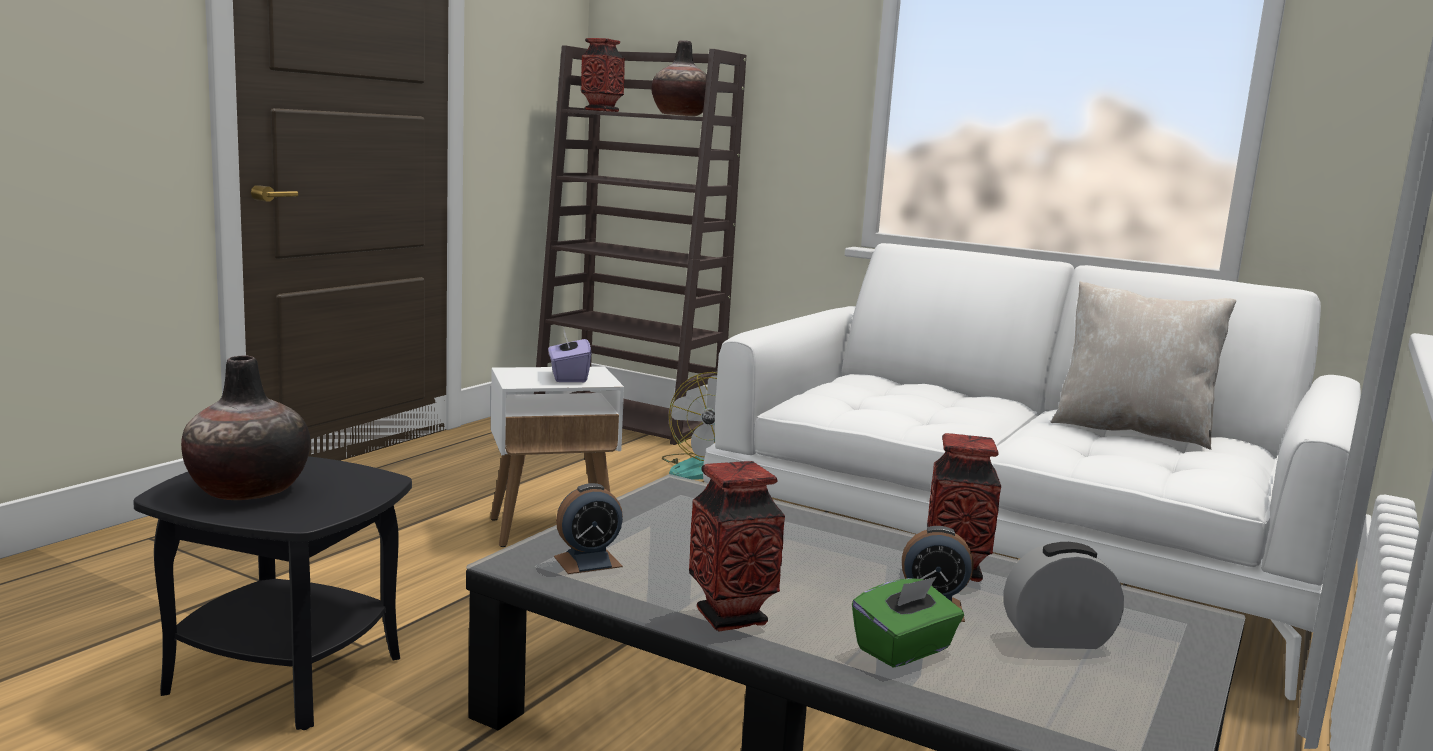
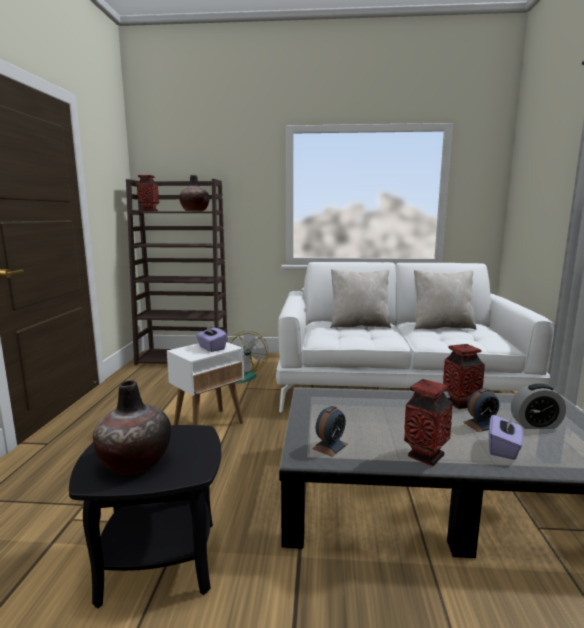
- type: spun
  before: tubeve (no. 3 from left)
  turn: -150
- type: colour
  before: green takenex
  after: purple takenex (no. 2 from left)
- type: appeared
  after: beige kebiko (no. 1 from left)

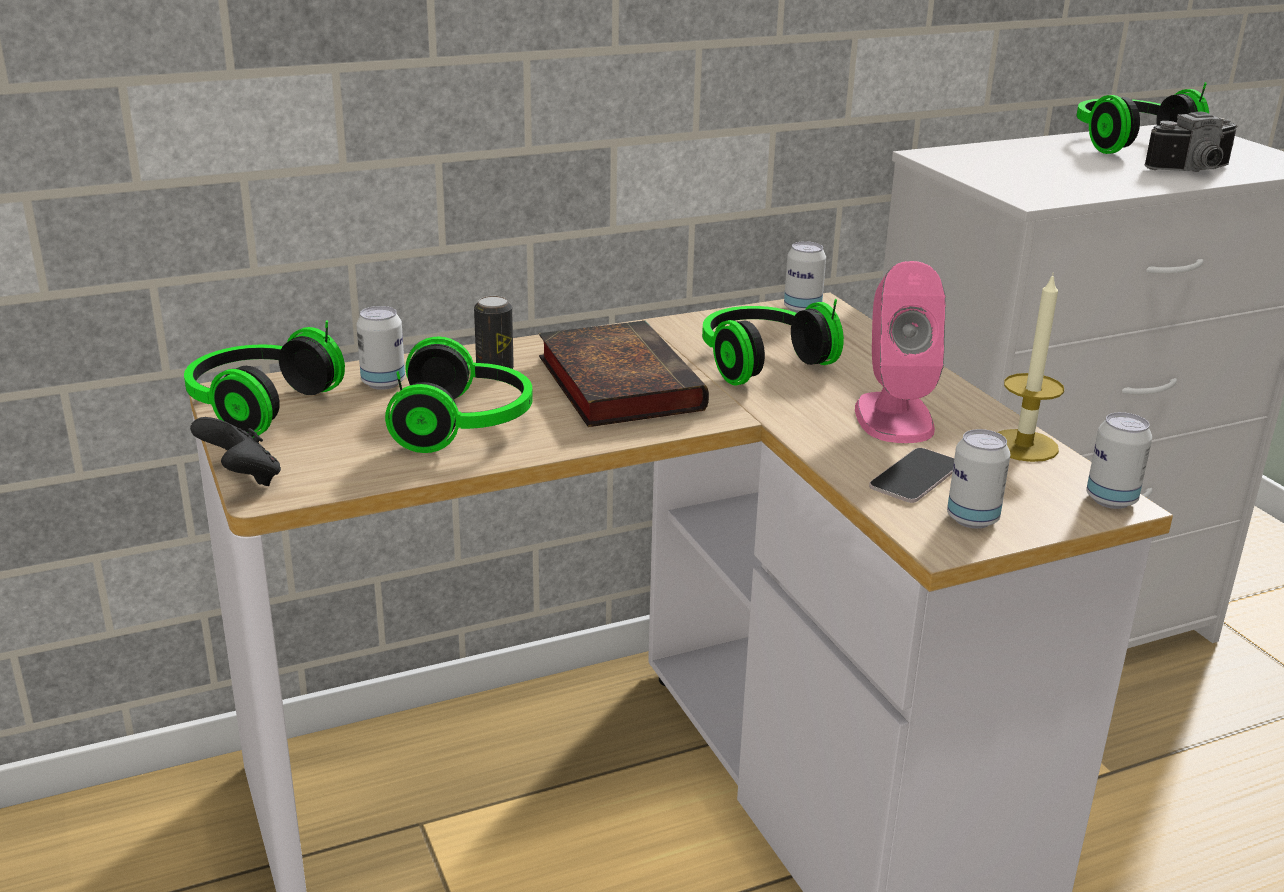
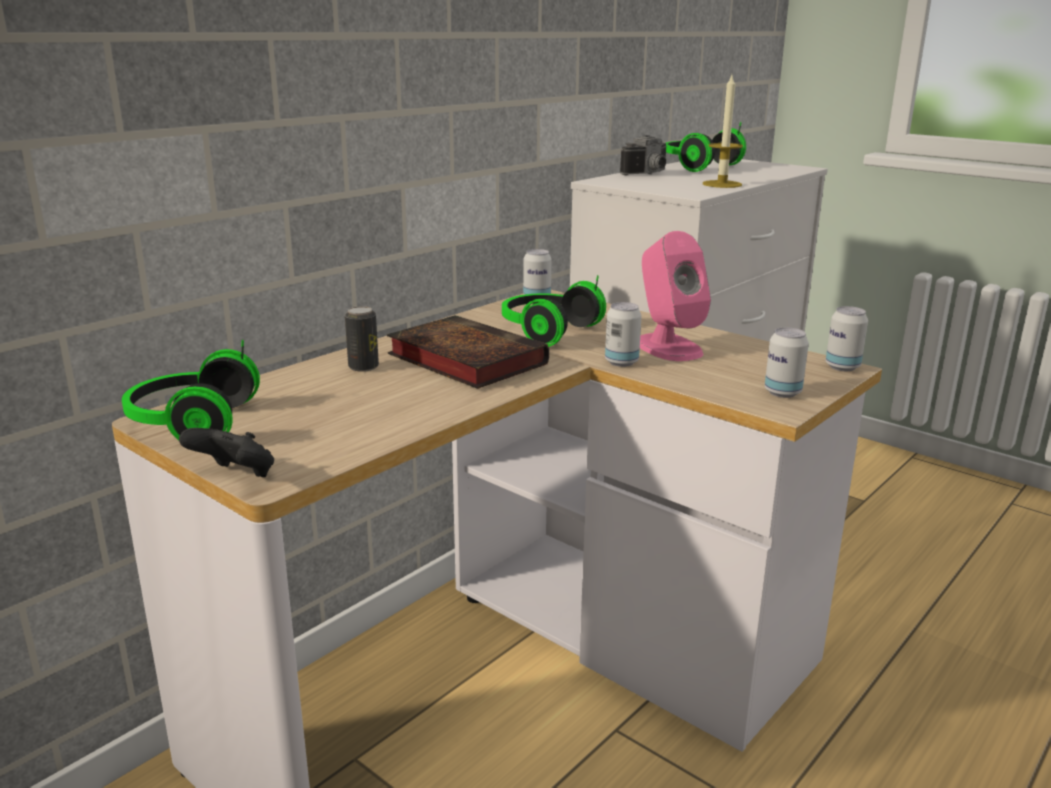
- type: relocated
  before: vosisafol
- type: relocated
  before: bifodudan
- type: relocated
  before: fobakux (no. 1 from left in the first image)
  after: fobakux (no. 3 from left)
- type: missing
  before: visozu (no. 2 from left)
- type: missing
  before: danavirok

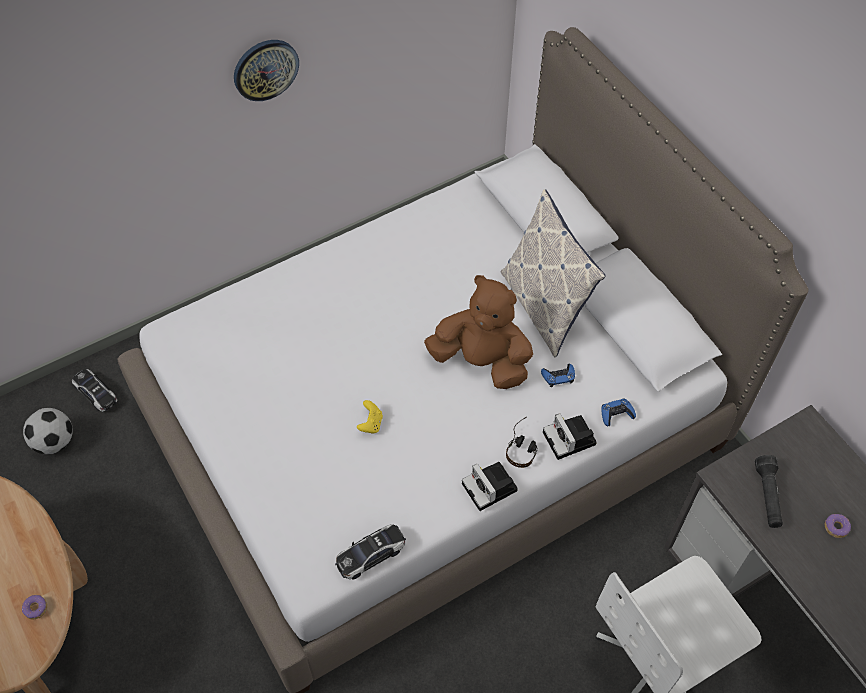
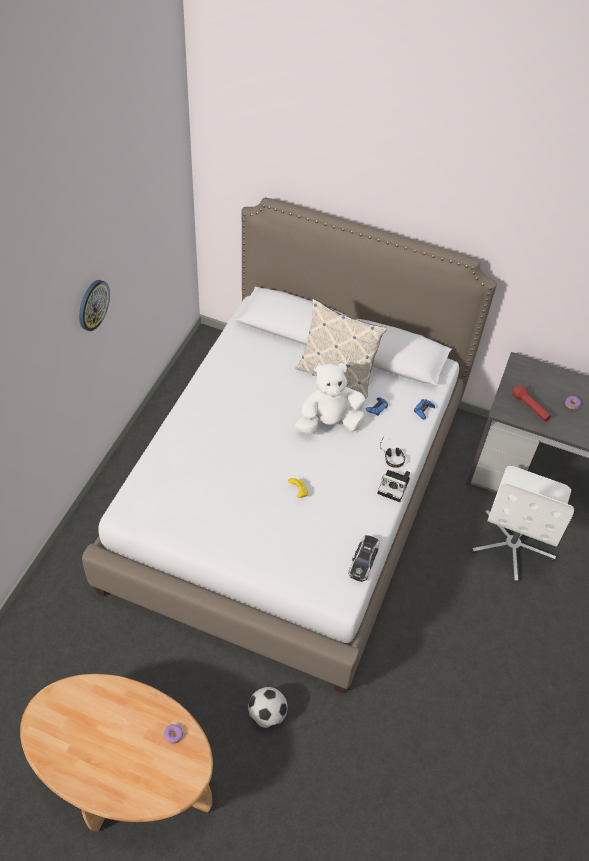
- type: colour
  before: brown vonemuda
  after: white vonemuda
- type: missing
  before: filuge (no. 1 from left)
- type: relocated
  before: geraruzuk
- type: missing
  before: vosisafol (no. 2 from left)
- type: colour
  before: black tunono
  after: red tunono

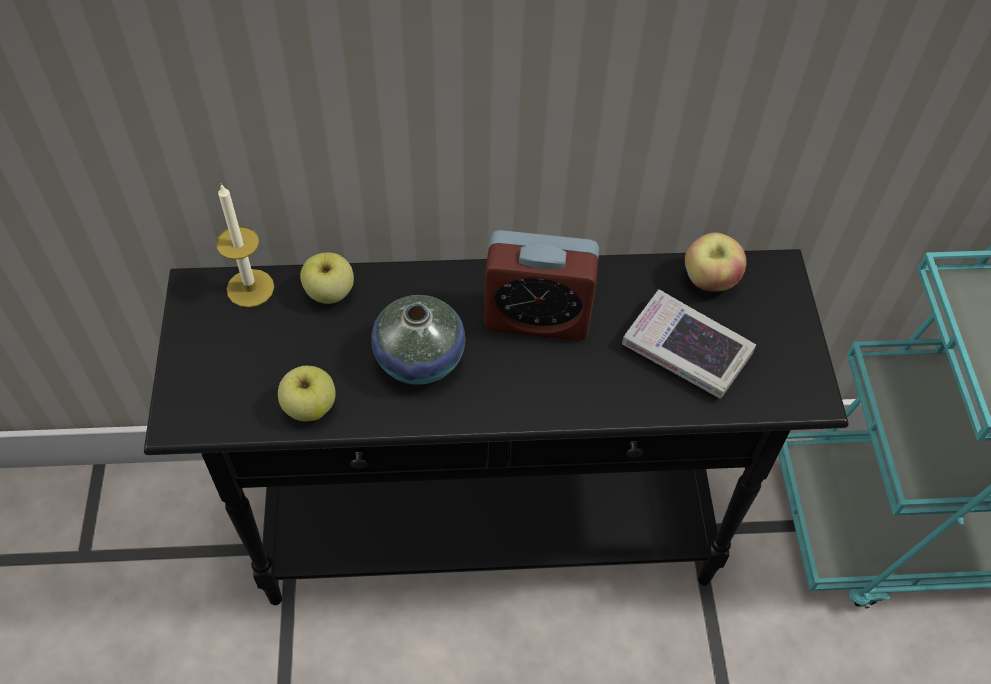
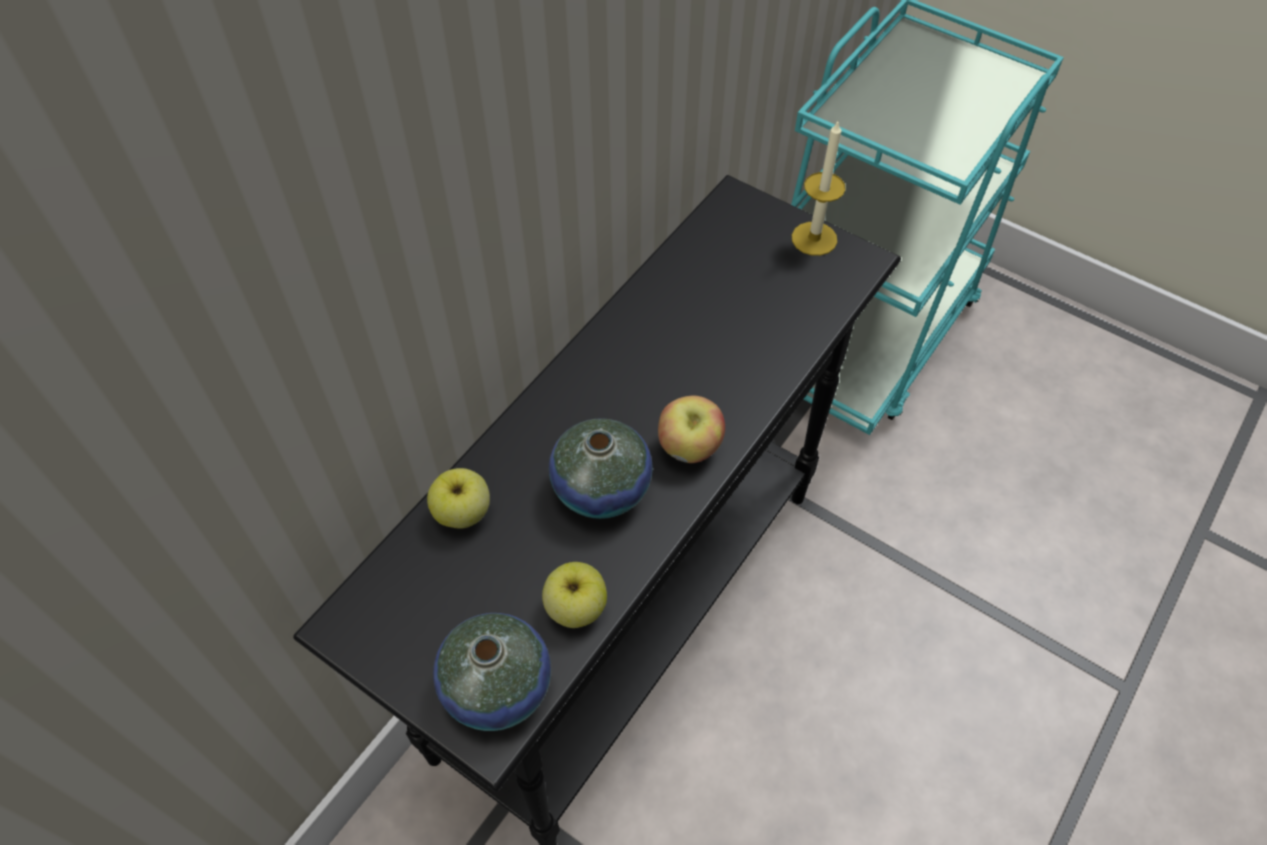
- type: relocated
  before: bifodudan
- type: missing
  before: tubeve
- type: relocated
  before: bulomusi (no. 3 from left)
- type: missing
  before: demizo
- type: appeared
  after: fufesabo (no. 1 from left)

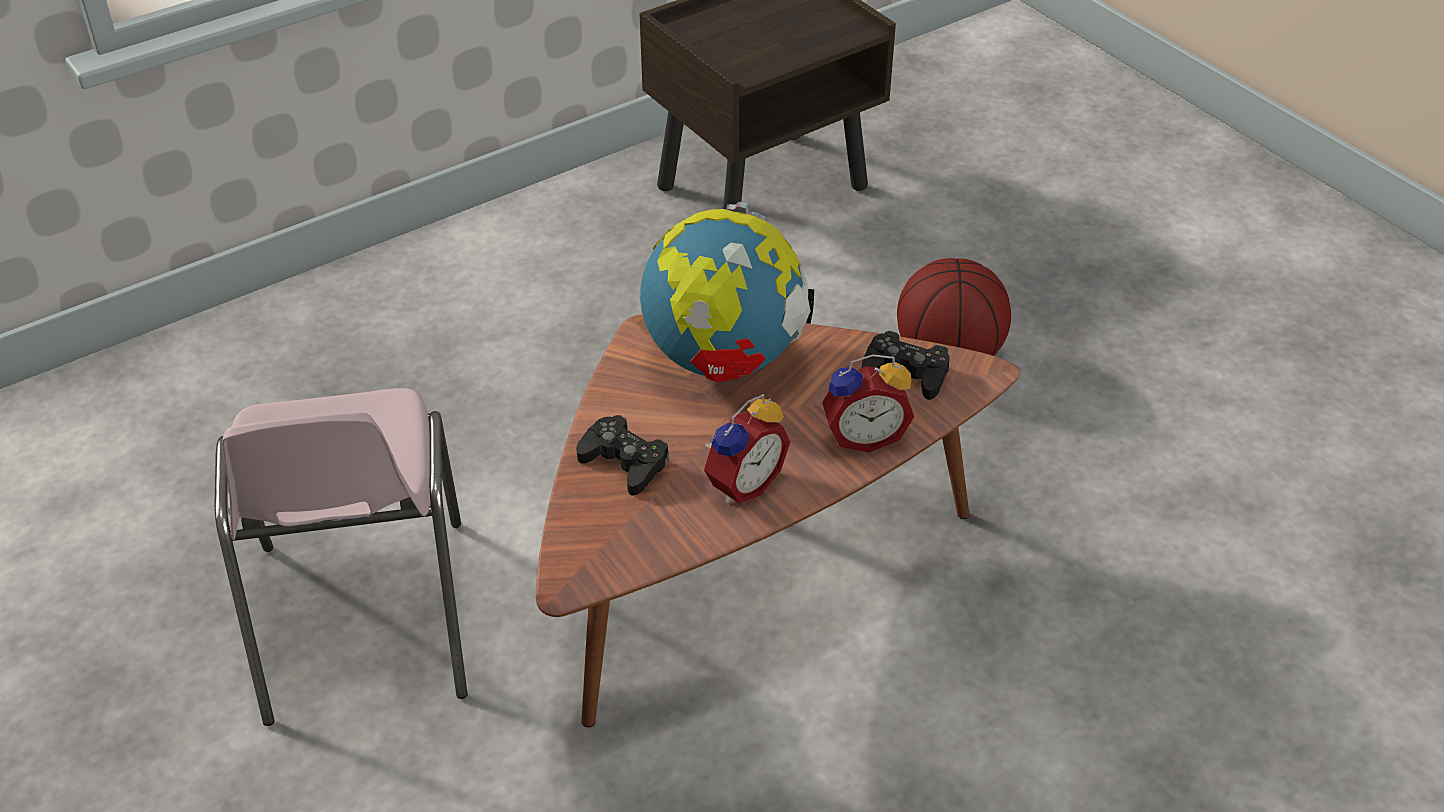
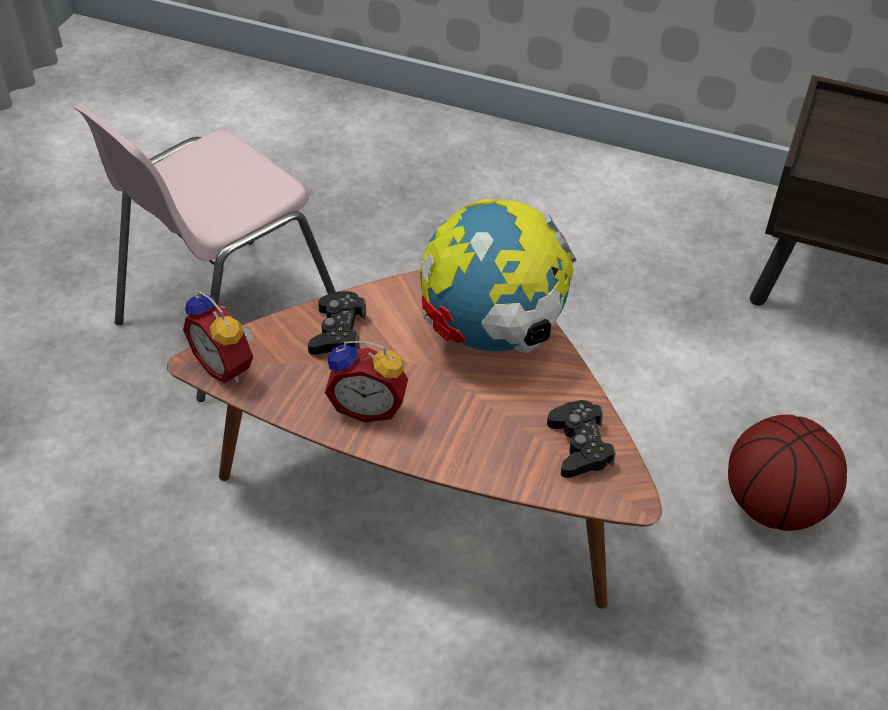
- type: relocated
  before: tubeve (no. 2 from left in the first image)
  after: tubeve (no. 1 from left)

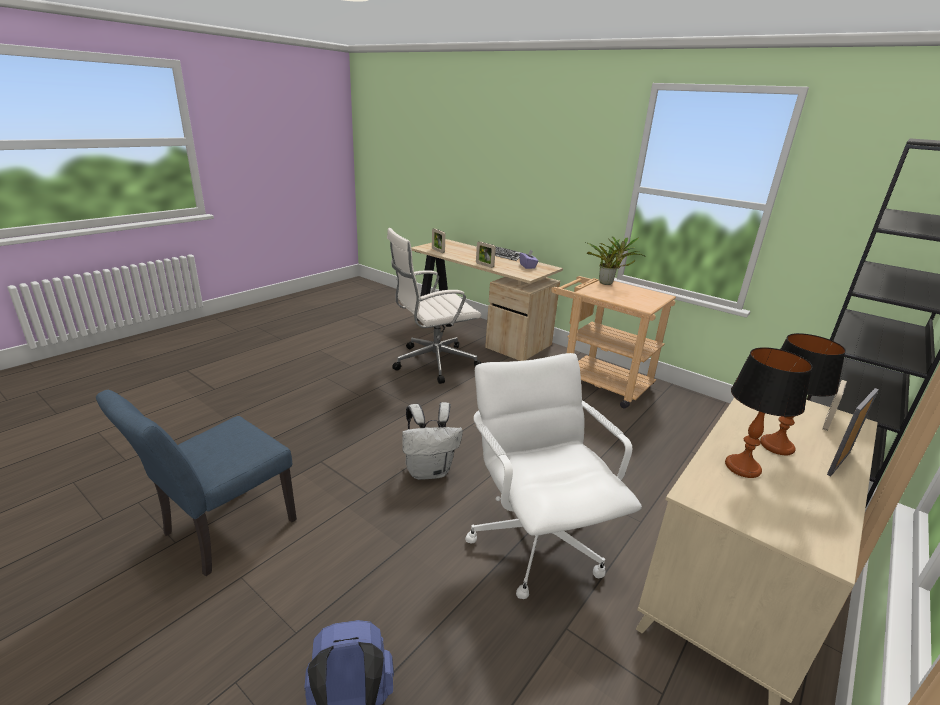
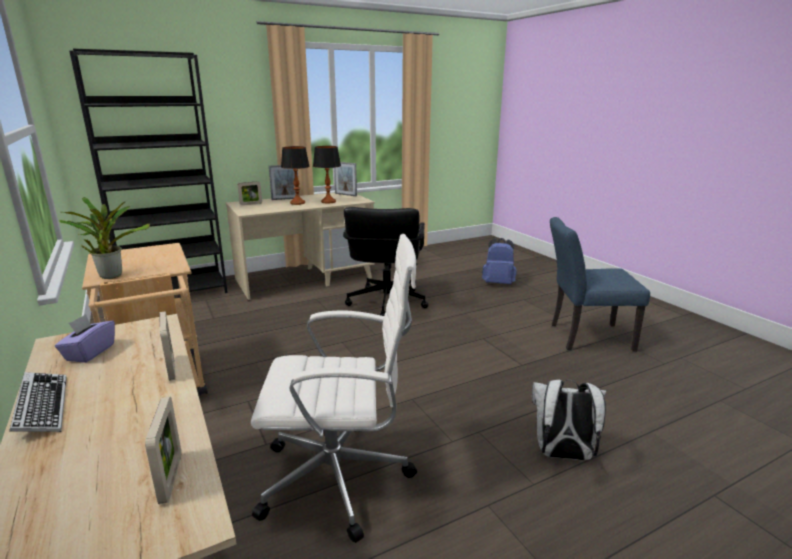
- type: colour
  before: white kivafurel (no. 2 from left)
  after: black kivafurel
- type: spun
  before: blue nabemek
  turn: -150
- type: relocated
  before: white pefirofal
- type: appeared
  after: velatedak (no. 5 from left)

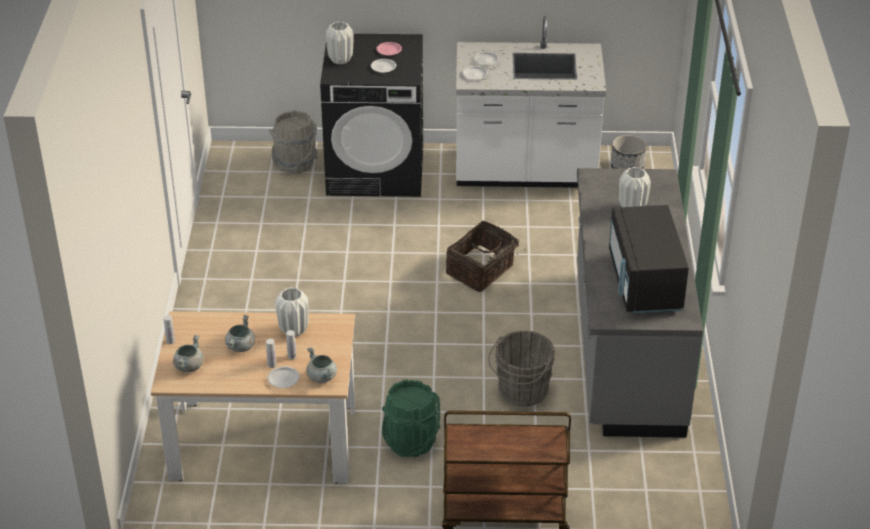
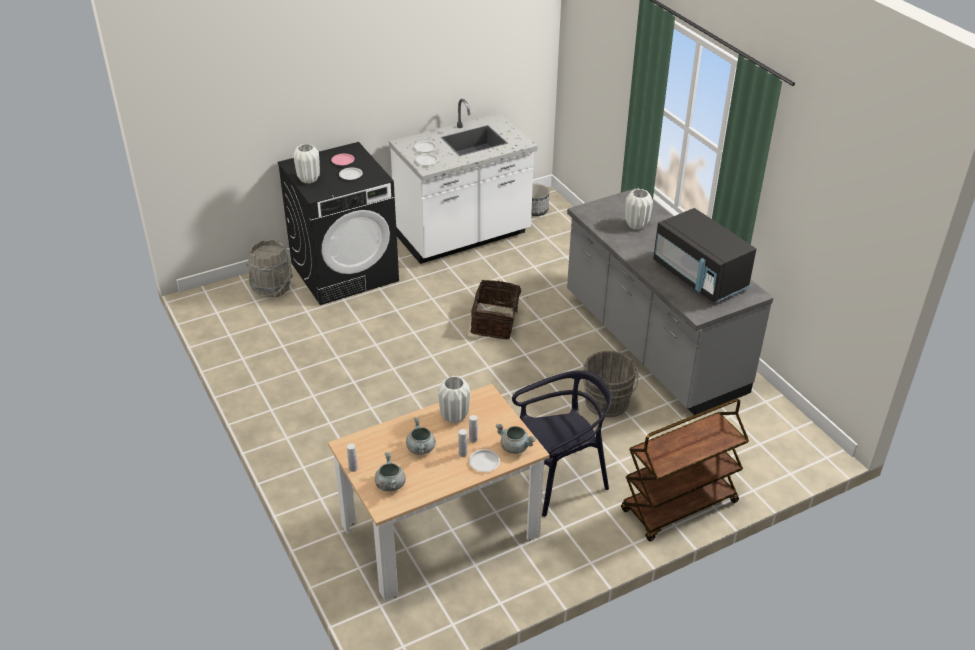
- type: exchanged
  before: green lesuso
  after: black nabemek

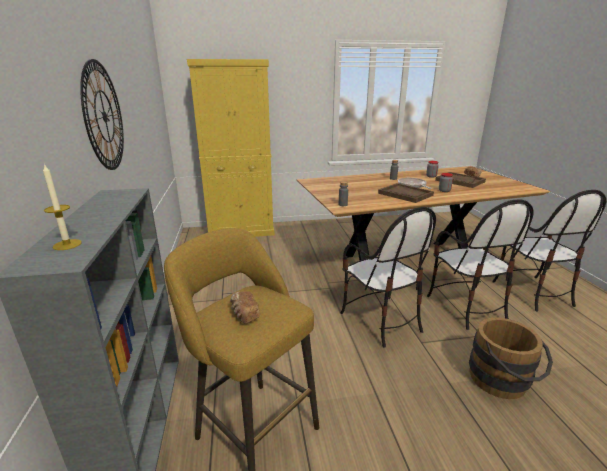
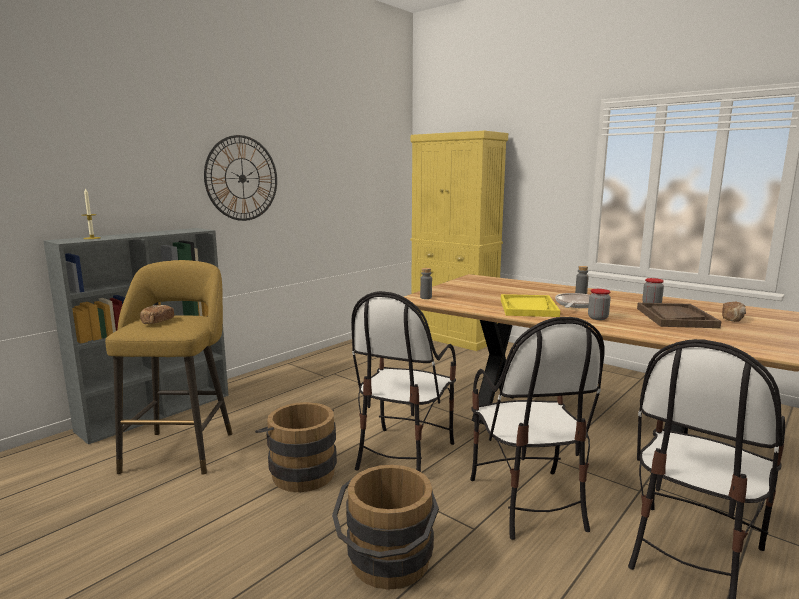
- type: colour
  before: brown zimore (no. 1 from left)
  after: yellow zimore
- type: spun
  before: nabemek (no. 2 from left)
  turn: -45
- type: appeared
  after: brown lesuso (no. 1 from left)

